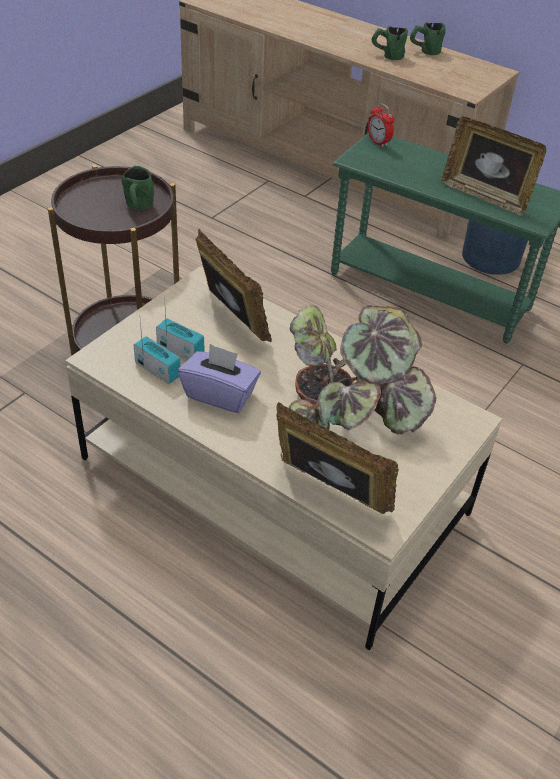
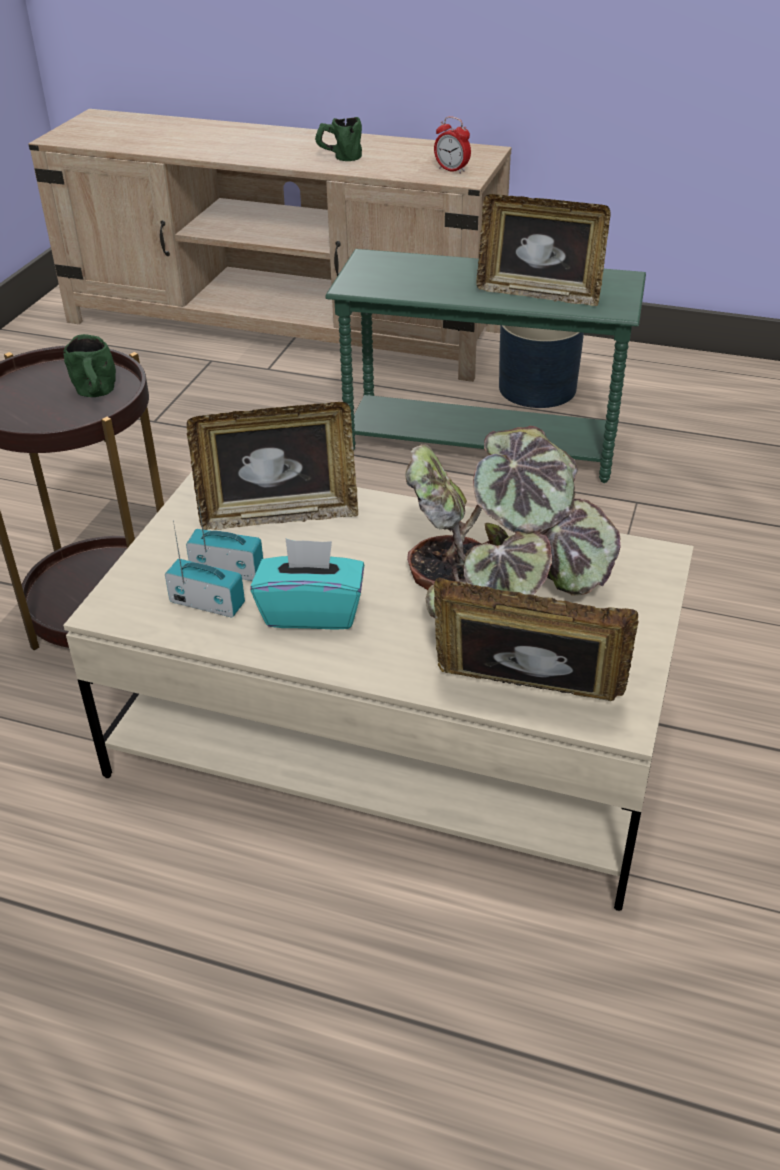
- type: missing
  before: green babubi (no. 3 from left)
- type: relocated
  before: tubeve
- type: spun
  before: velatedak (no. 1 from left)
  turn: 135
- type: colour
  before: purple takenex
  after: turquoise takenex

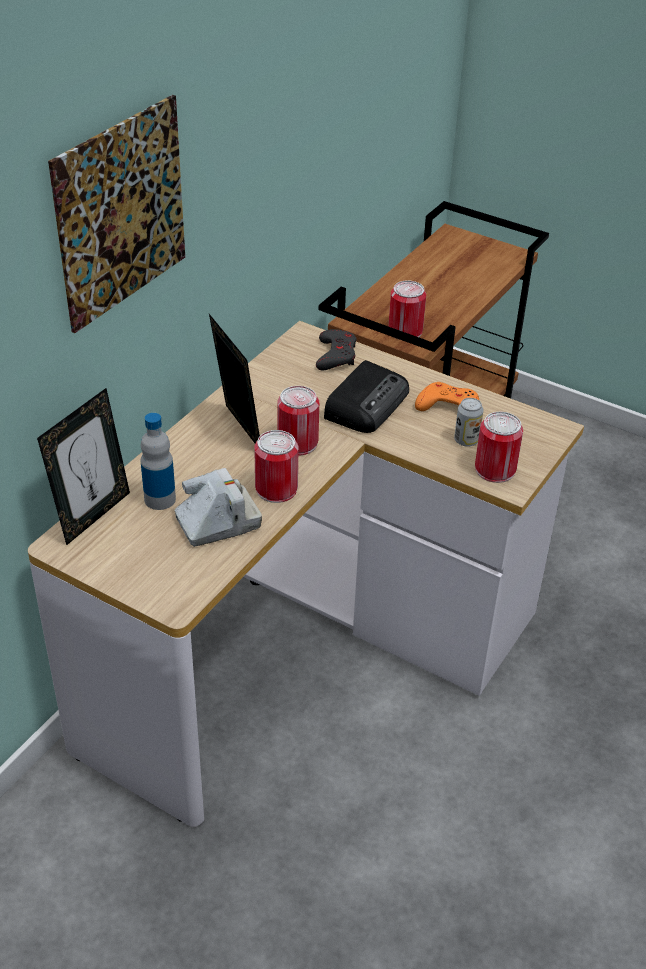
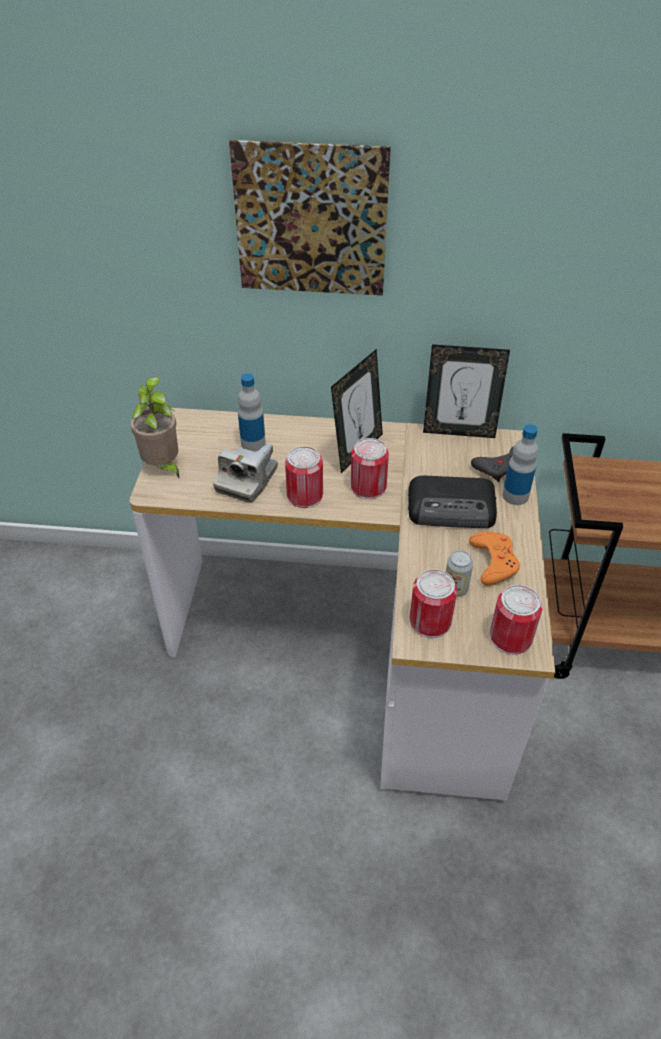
- type: relocated
  before: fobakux (no. 3 from left in the first image)
  after: fobakux (no. 5 from left)
- type: relocated
  before: velatedak (no. 1 from left in the first image)
  after: velatedak (no. 2 from left)
- type: spun
  before: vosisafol
  turn: 75
- type: appeared
  after: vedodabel
- type: appeared
  after: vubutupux (no. 2 from left)

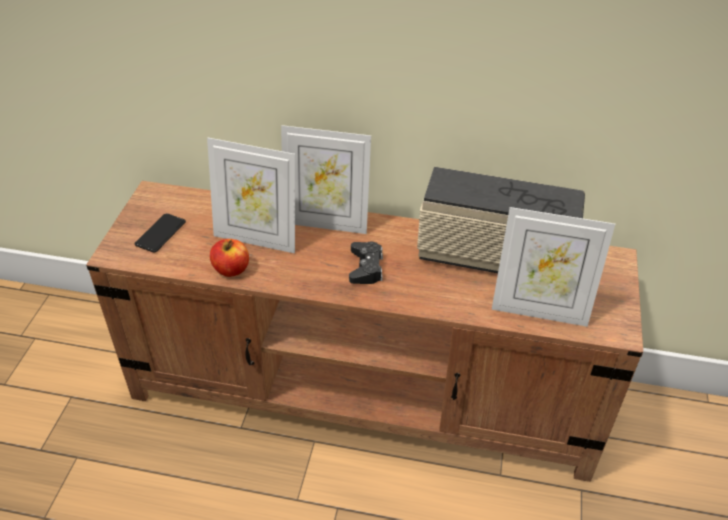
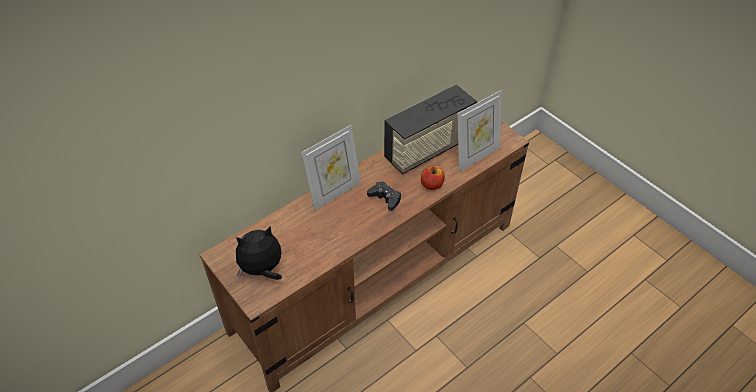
- type: missing
  before: velatedak (no. 1 from left)
- type: exchanged
  before: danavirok
  after: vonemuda
- type: relocated
  before: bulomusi

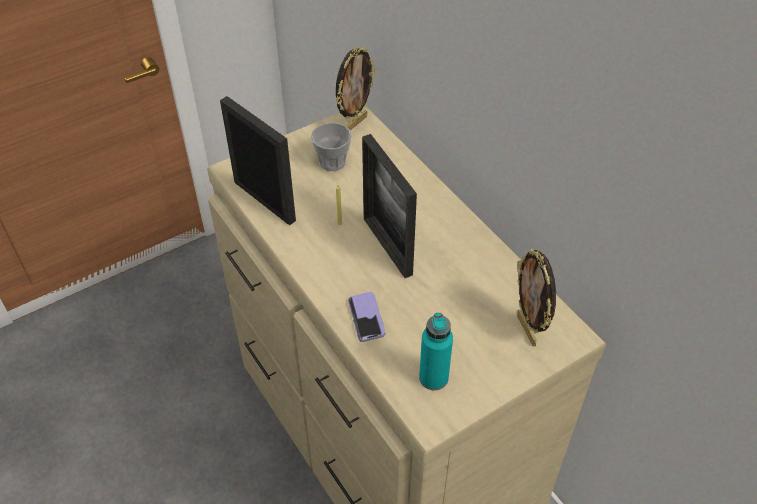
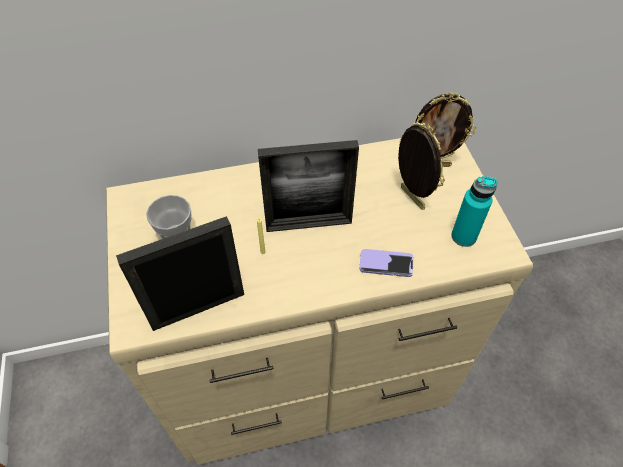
- type: relocated
  before: velatedak (no. 2 from left in the first image)
  after: velatedak (no. 3 from left)

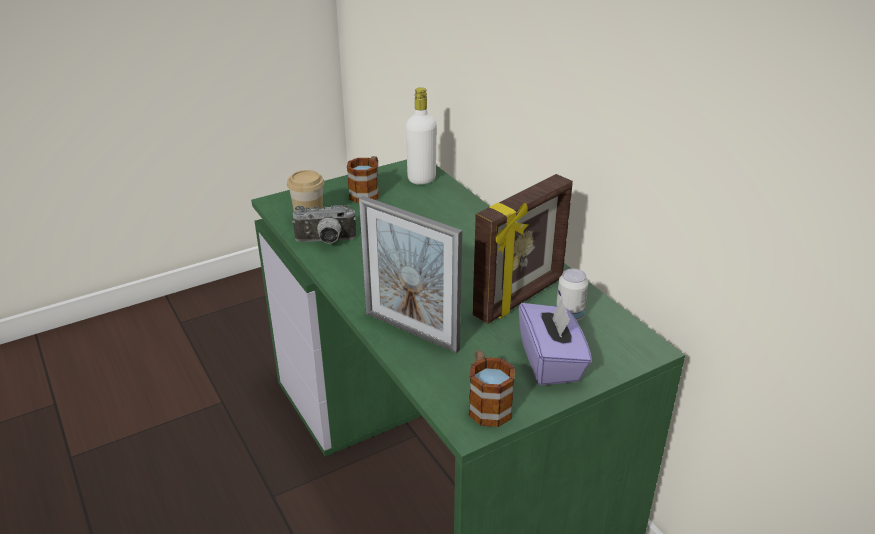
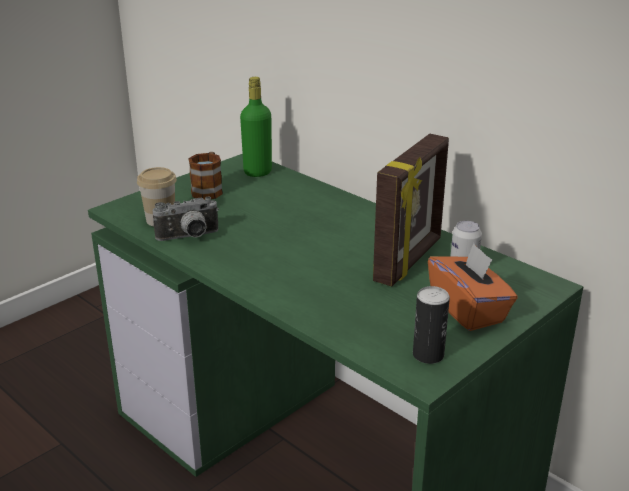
- type: colour
  before: white vubutupux
  after: green vubutupux
- type: missing
  before: velatedak (no. 1 from left)
- type: colour
  before: purple takenex
  after: orange takenex
- type: exchanged
  before: babubi (no. 2 from left)
  after: fobakux (no. 1 from left)

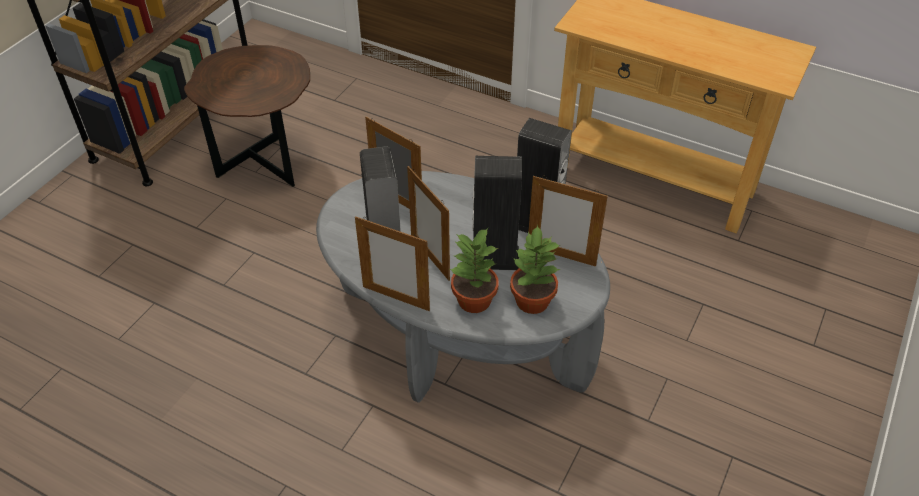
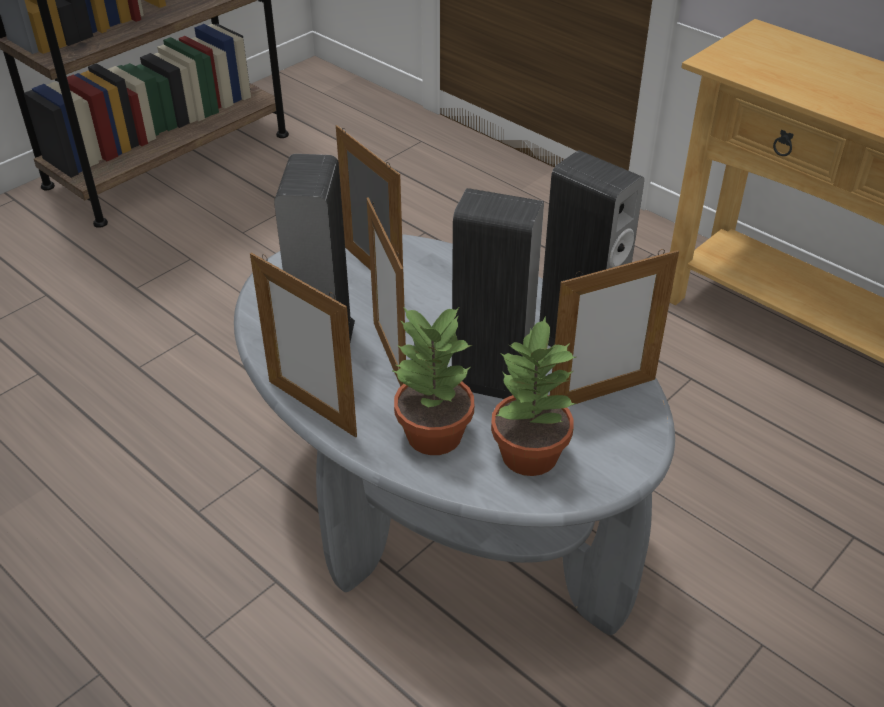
- type: missing
  before: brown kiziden
- type: spun
  before: velatedak (no. 4 from left)
  turn: -60

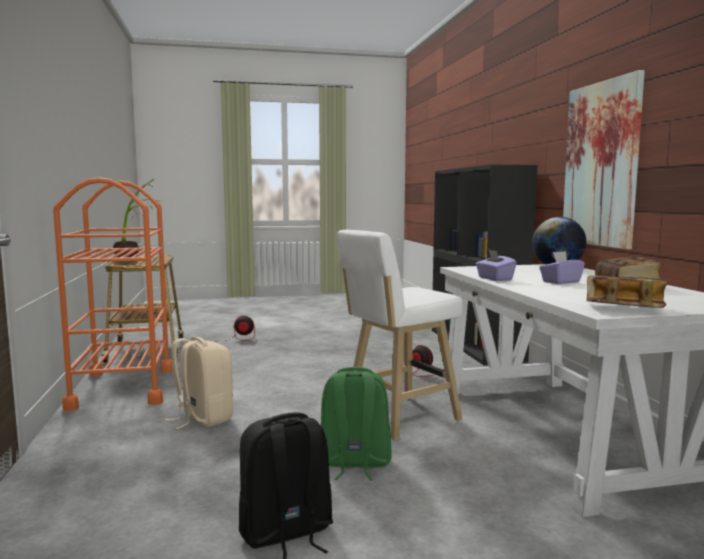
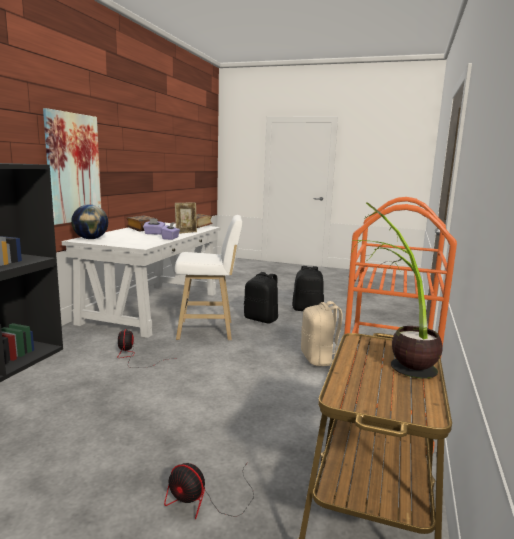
- type: colour
  before: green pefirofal
  after: black pefirofal (no. 1 from left)
- type: appeared
  after: velatedak

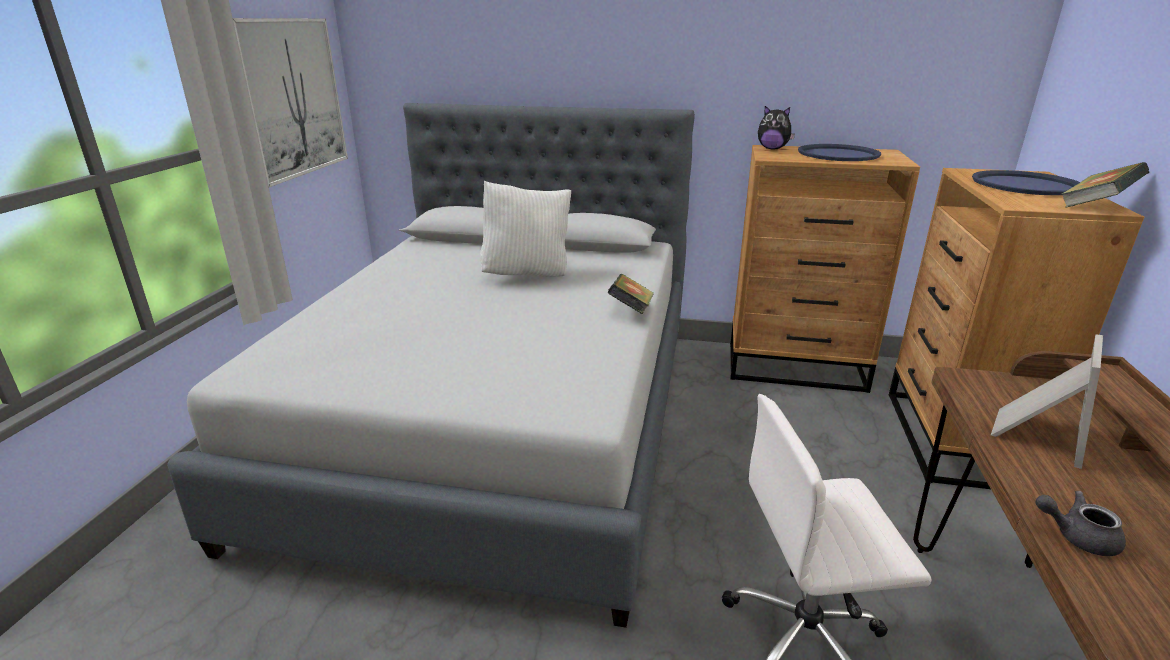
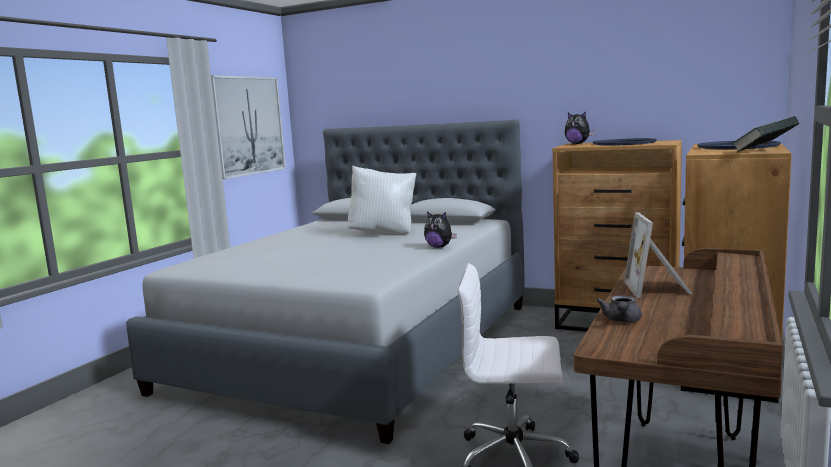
- type: exchanged
  before: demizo (no. 1 from left)
  after: vonemuda (no. 1 from left)
- type: spun
  before: velatedak
  turn: 135
- type: spun
  before: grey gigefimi
  turn: -105

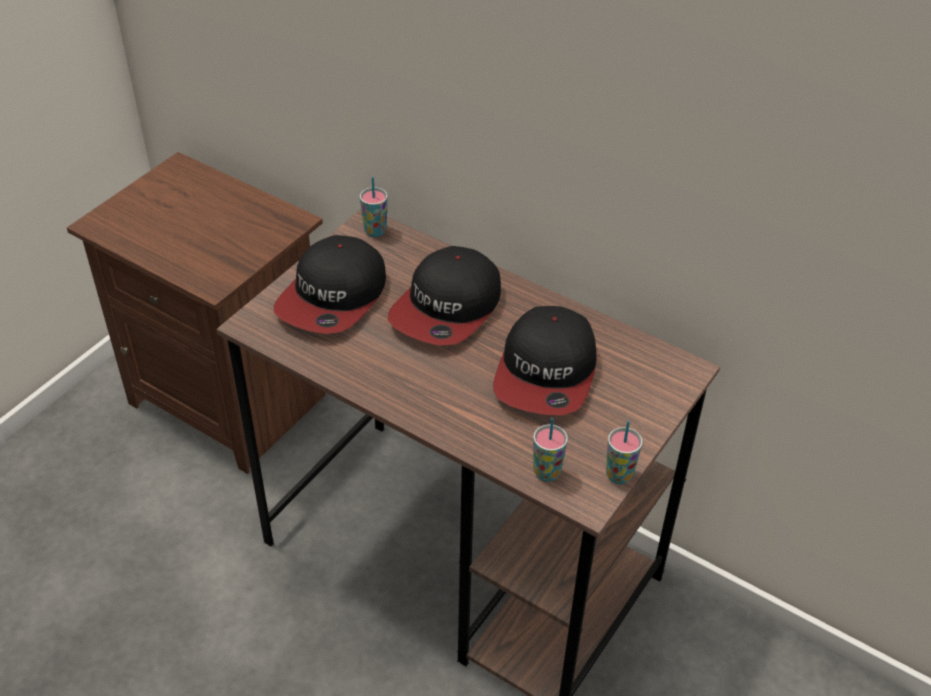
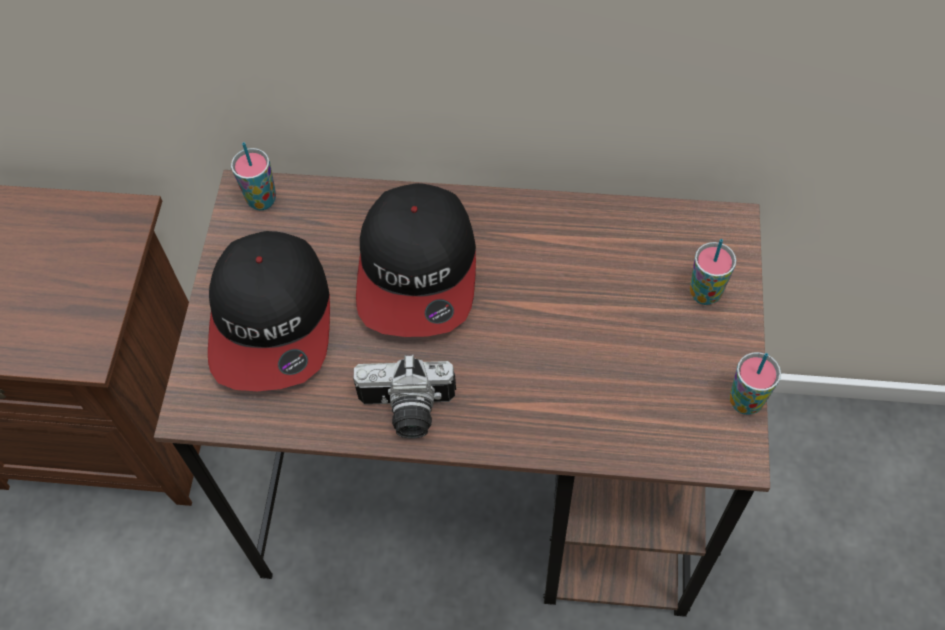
- type: missing
  before: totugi (no. 3 from left)
- type: relocated
  before: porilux (no. 2 from left)
- type: appeared
  after: vosisafol

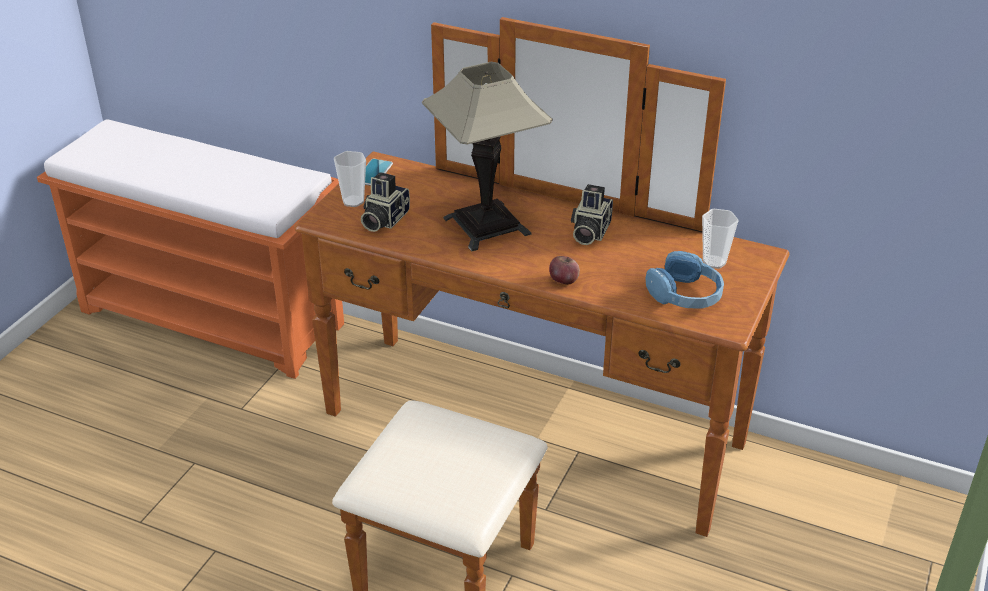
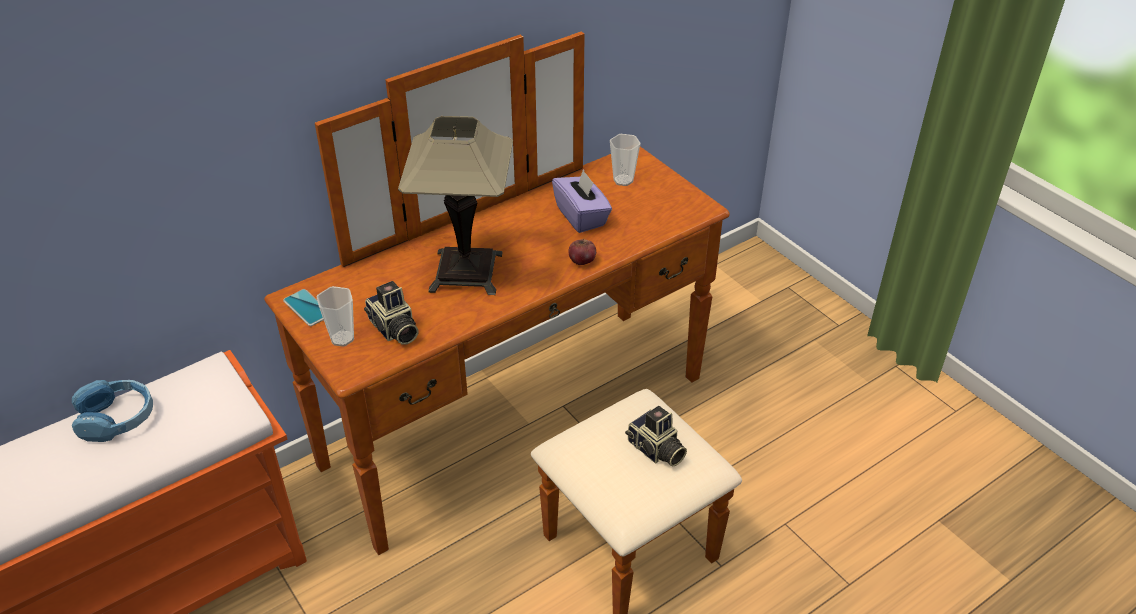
- type: relocated
  before: vosisafol (no. 2 from left)
- type: relocated
  before: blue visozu
- type: appeared
  after: purple takenex

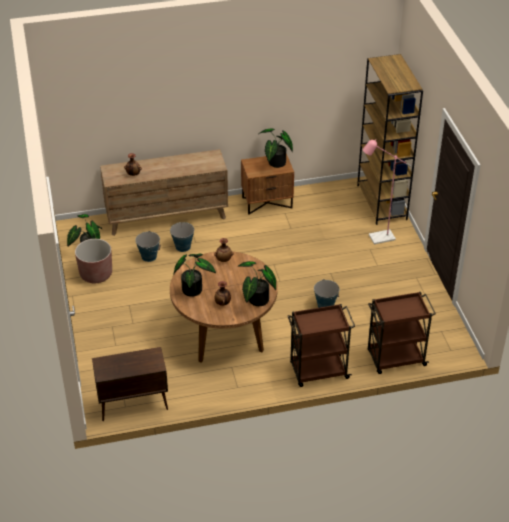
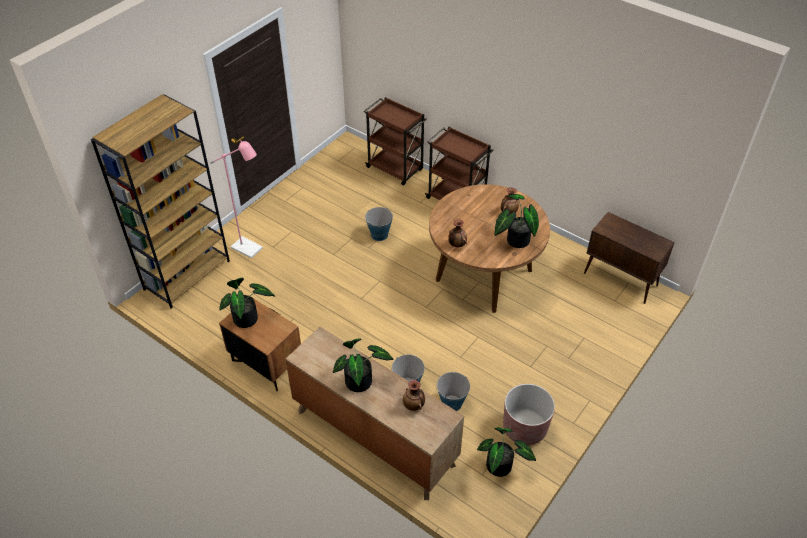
- type: relocated
  before: vedodabel (no. 3 from left in the first image)
  after: vedodabel (no. 2 from left)

